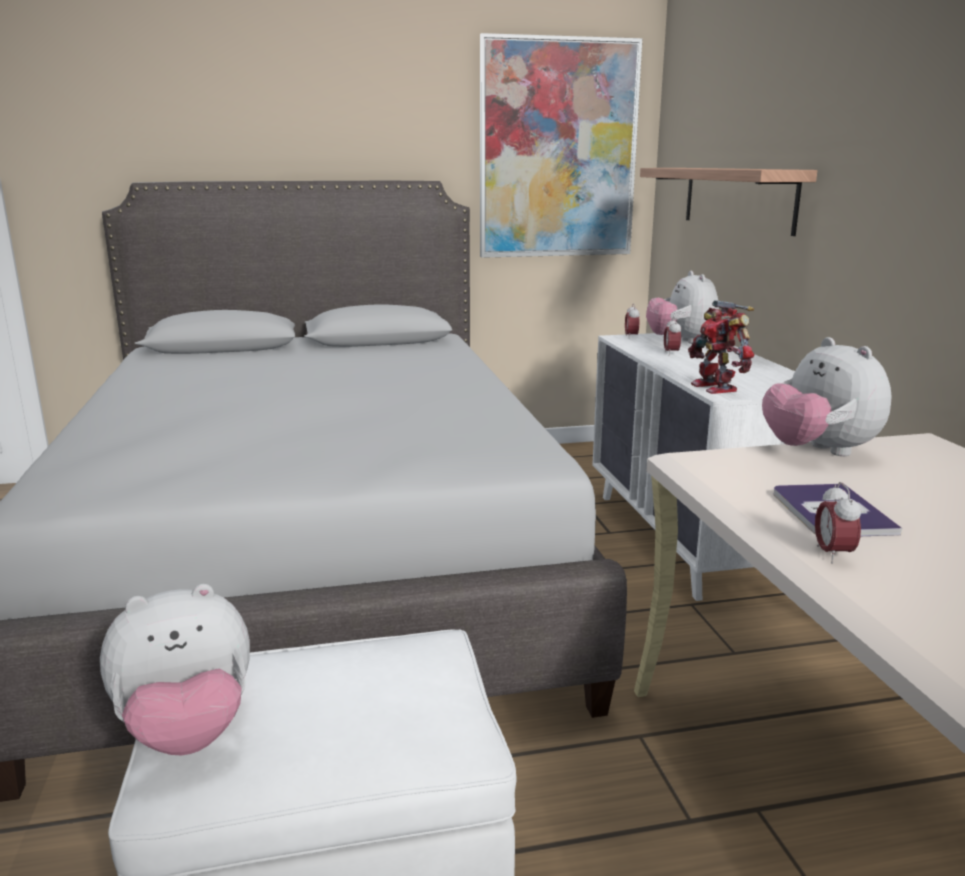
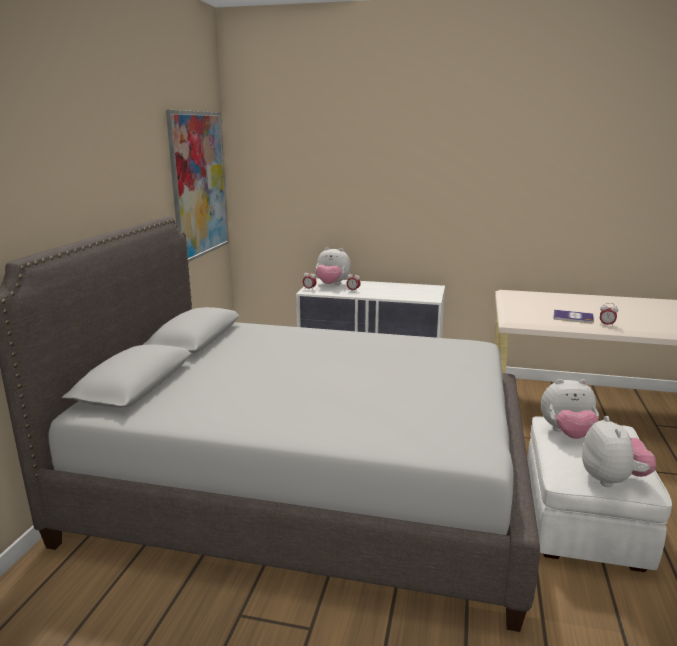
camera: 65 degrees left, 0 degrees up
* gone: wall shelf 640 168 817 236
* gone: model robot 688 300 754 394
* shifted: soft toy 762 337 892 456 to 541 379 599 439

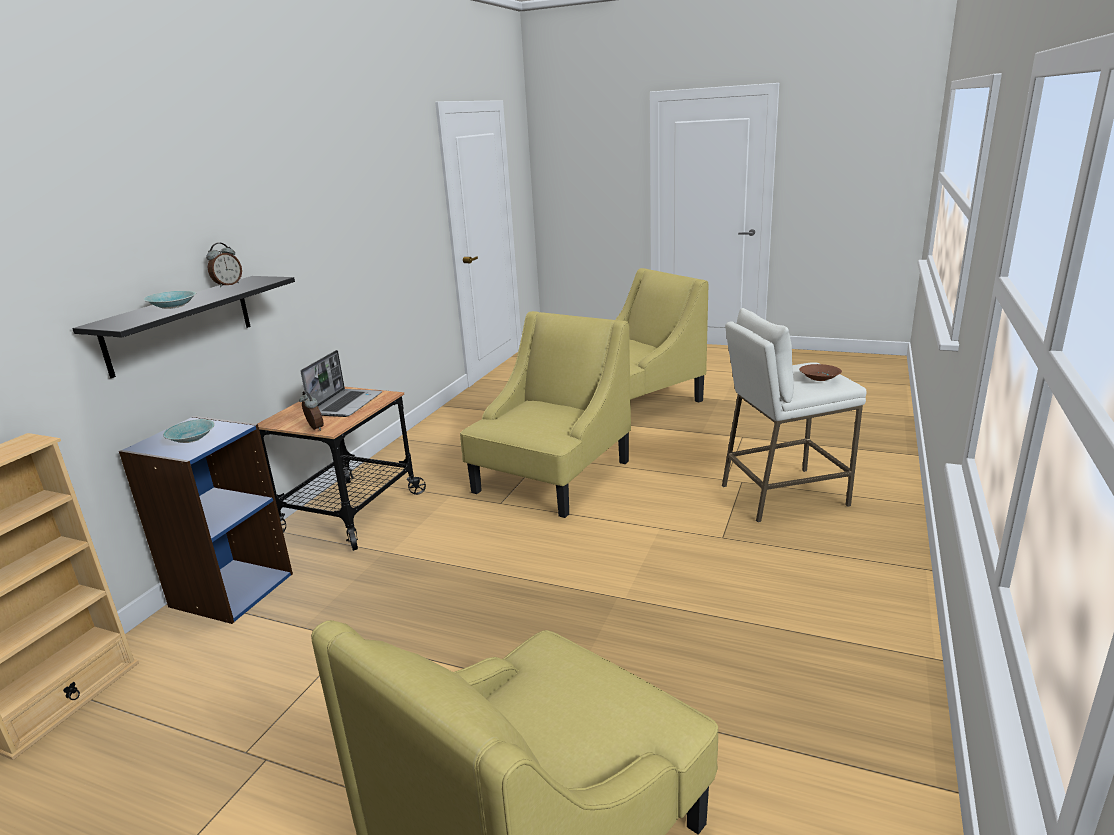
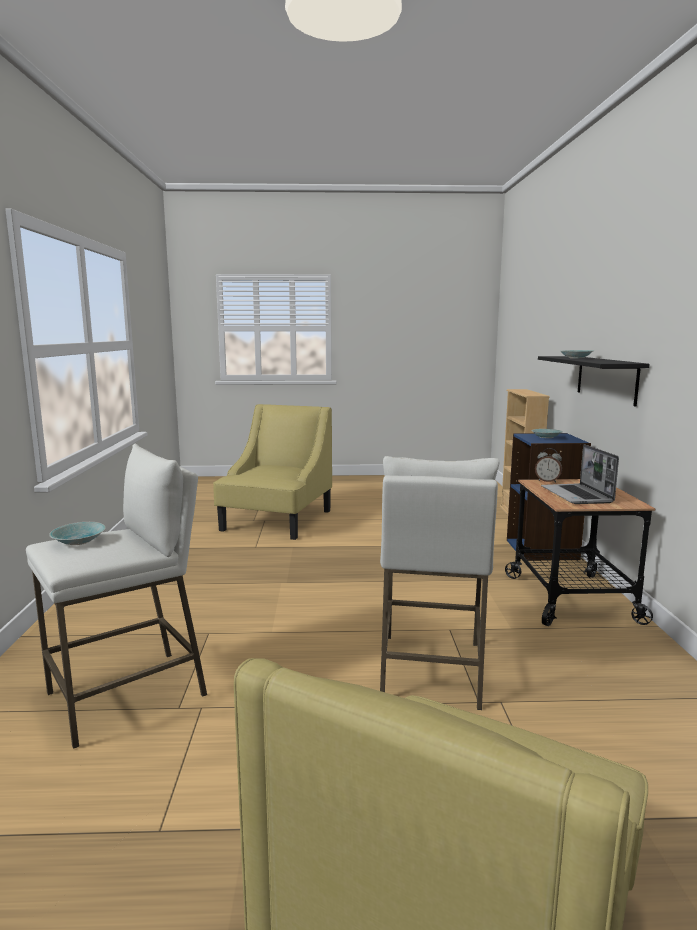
camera: 155 degrees right, 10 degrees down
* gone: alarm clock 206 243 242 287
* swapped: easy chair/yellow-coloured 460 311 631 518 to sitting stool/white 380 456 499 710
* repainted: bowl/brown 799 364 842 381 to bowl/turquoise-coloured 49 522 106 545

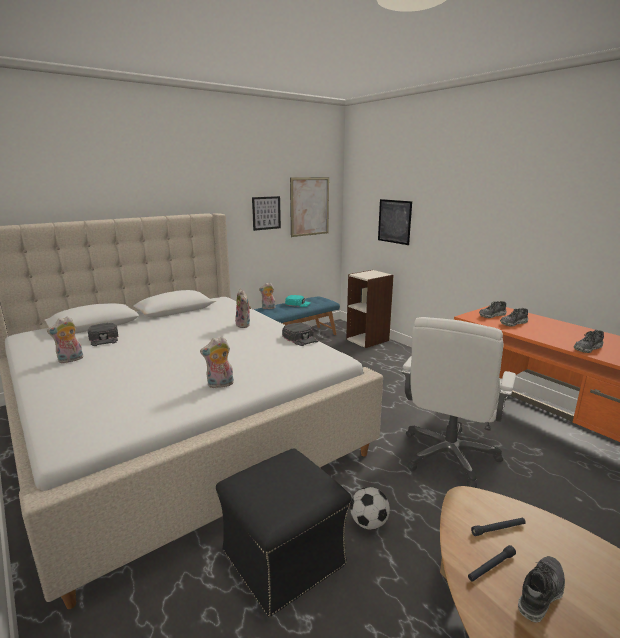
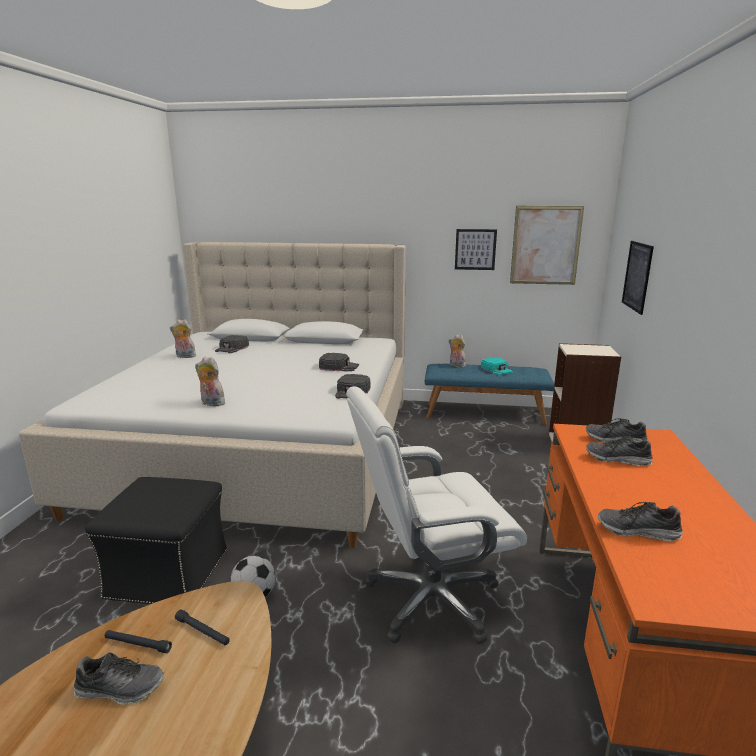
camera: 45 degrees right, 0 degrees up
* swapped: soft toy 235 289 251 328 to baseball cap/black 319 353 359 372

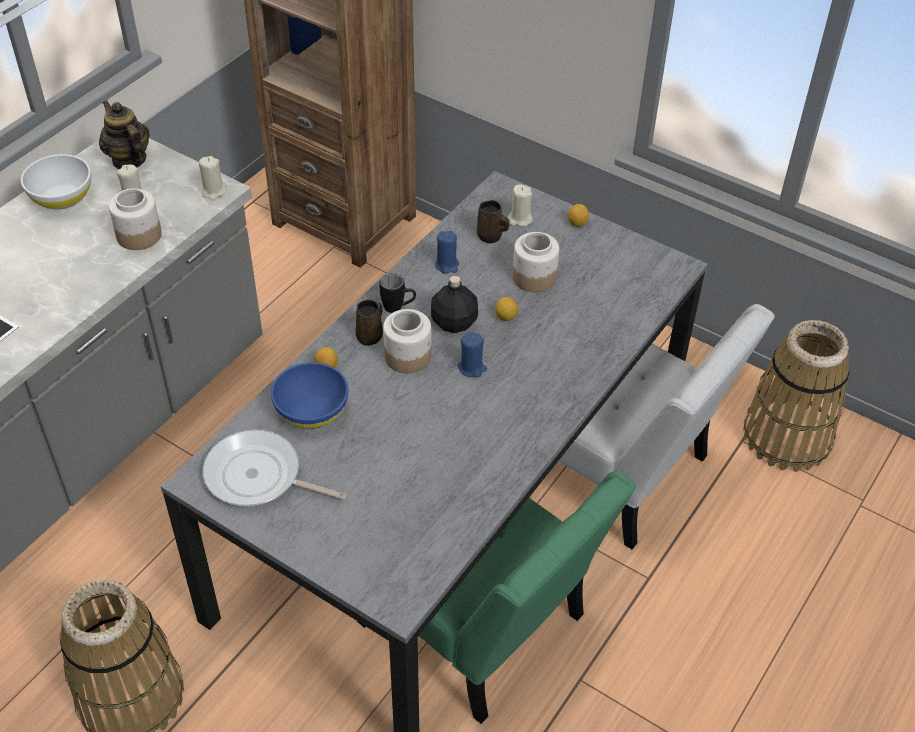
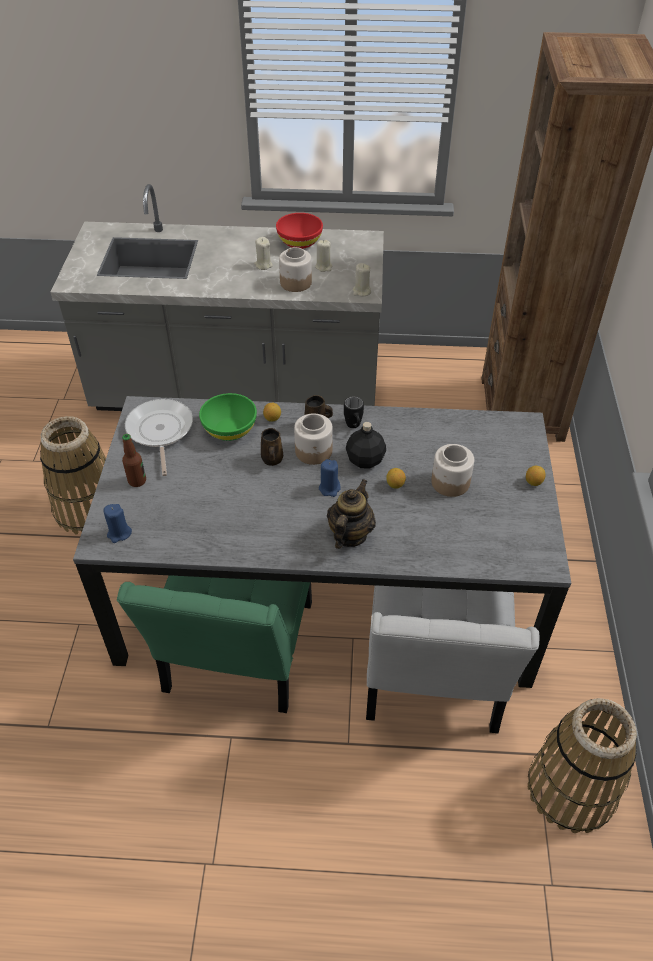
camera: 60 degrees right, 0 degrees up
* shifted: tea pot 99 101 149 169 to 327 479 376 549
* repainted: bowl/white 21 154 91 210 to bowl/red-coloured 276 213 323 249
* shifted: wax candle/beige-coloured 508 185 533 226 to 254 237 273 270
* shifted: coffee mug/brown 477 200 509 243 to 261 428 283 466
* shifted: wax candle/bluish 435 231 459 274 to 104 504 132 543
* repainted: bowl/bluish 271 362 348 429 to bowl/greenish 199 393 257 441
* new: drink bottle 122 434 146 487

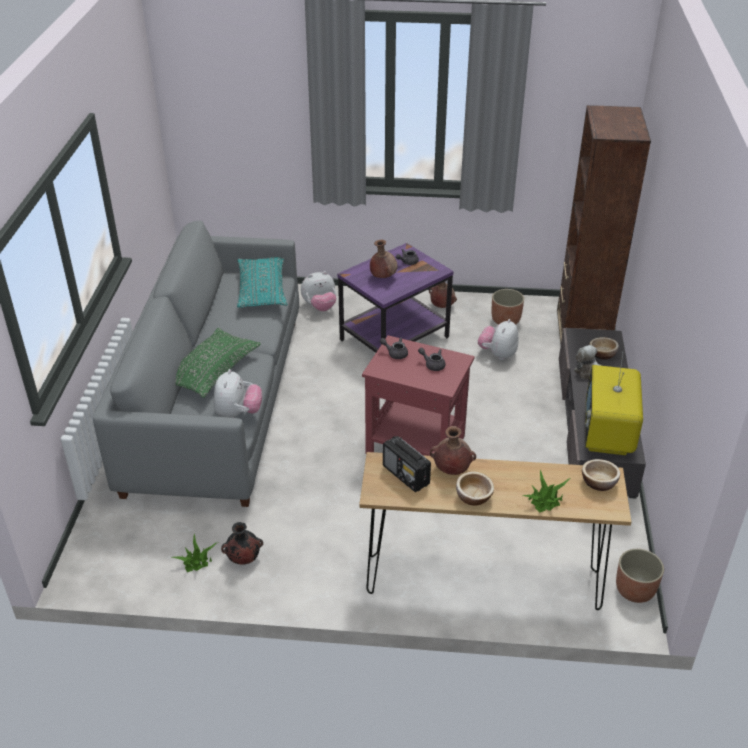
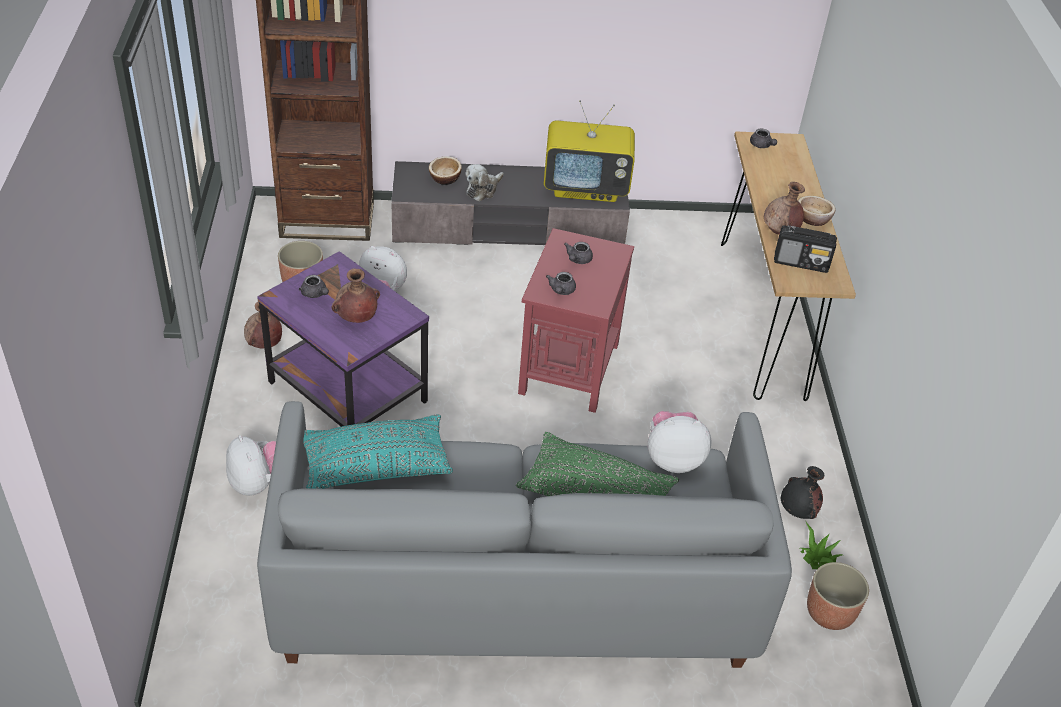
camera: 100 degrees left, 5 degrees up
* rotated: radio receiver 383 436 431 492 = 774 225 837 273 60 degrees clockwise
* swapped: bowl 582 459 621 491 to tea pot/grey 750 128 777 148
* gone: plant in a pot 523 470 571 512
* shifted: flower pot 616 549 664 603 to 807 562 869 630

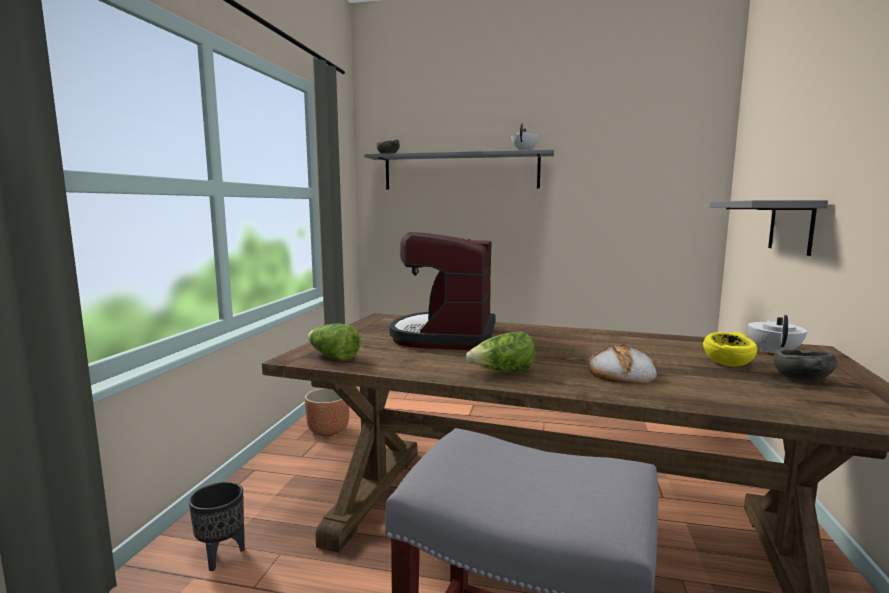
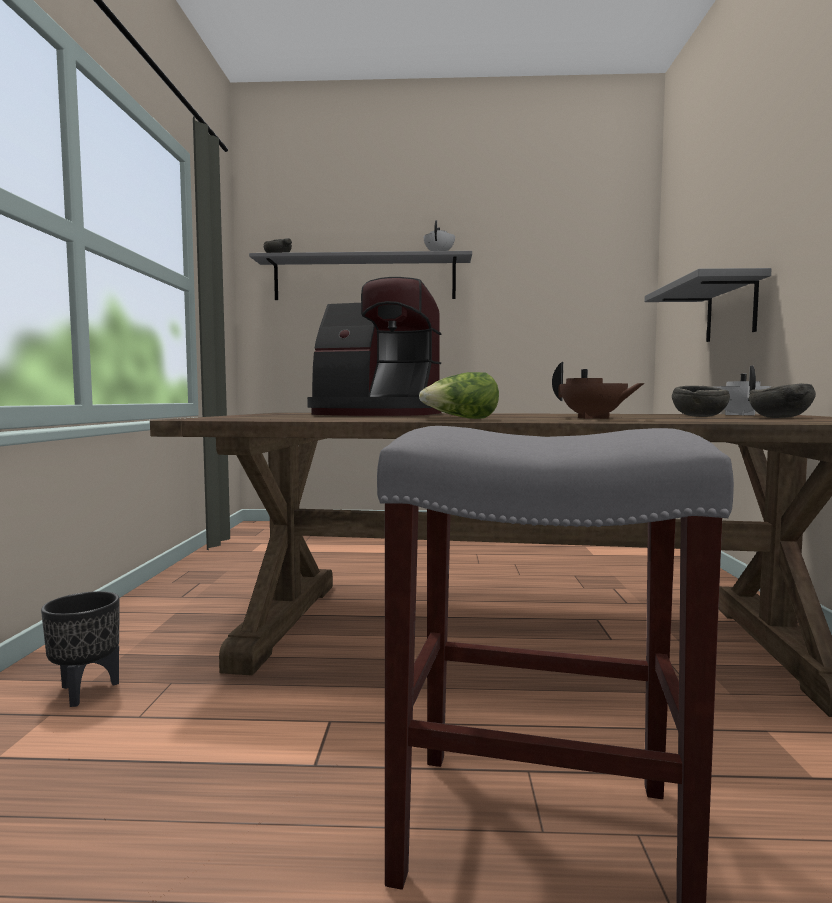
camera: 10 degrees left, 5 degrees down
* rotated: coffee maker 390 232 496 350 = 307 277 442 416 75 degrees counterclockwise
* gone: lettuce head 307 323 361 361
* repainted: bowl/yellow-coloured 703 331 757 366 to bowl/grey 672 386 730 417
* swapped: baked bread 588 344 657 383 to tea pot/brown 552 362 645 419
* gone: flower pot/brown 305 388 349 436

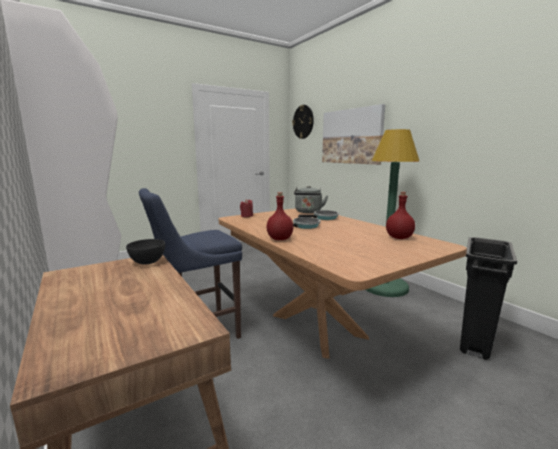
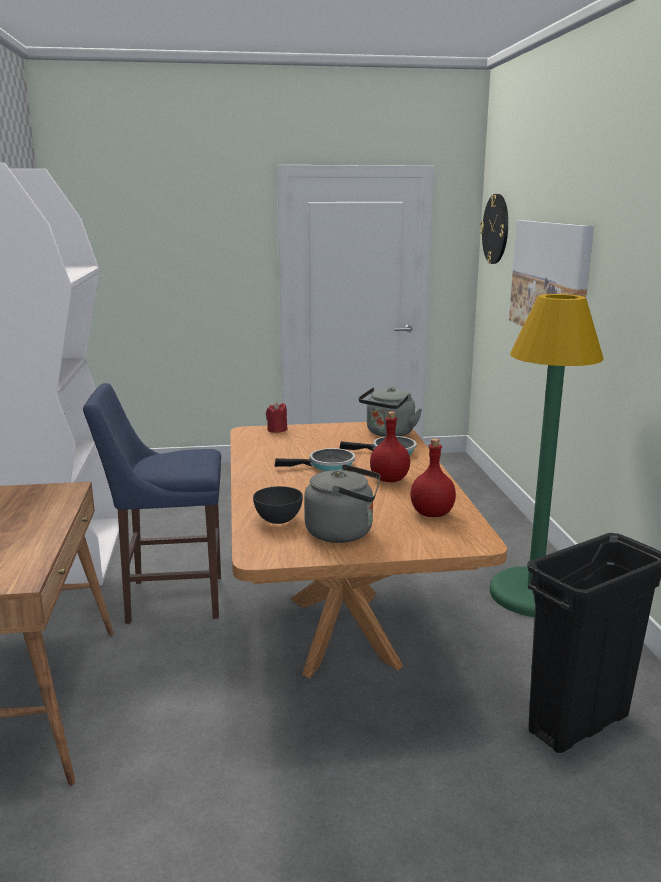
camera: 25 degrees right, 5 degrees up
* shifted: drink bottle/red-coloured 266 192 294 240 to 370 412 410 482
* shifted: bowl/grey 126 239 165 265 to 253 486 303 524
* new: water kettle/grey 304 464 380 543

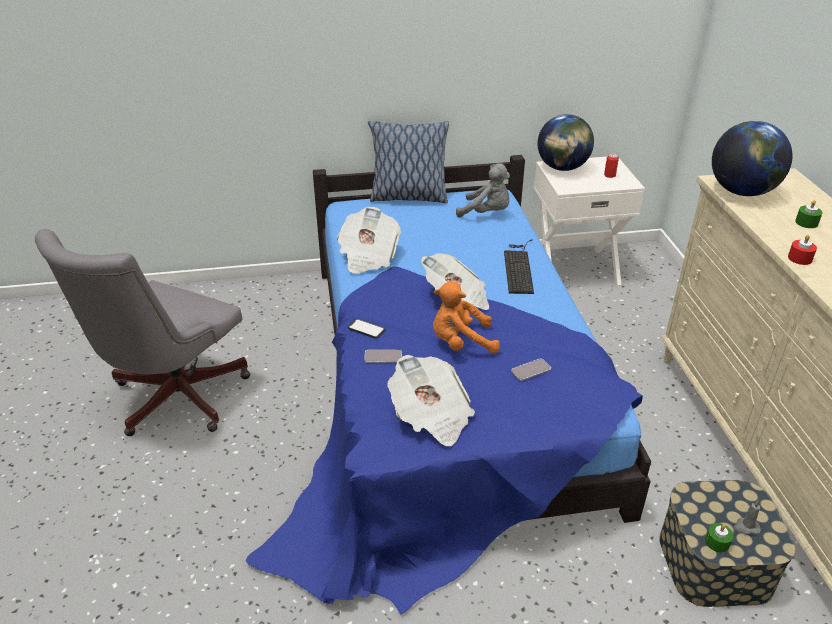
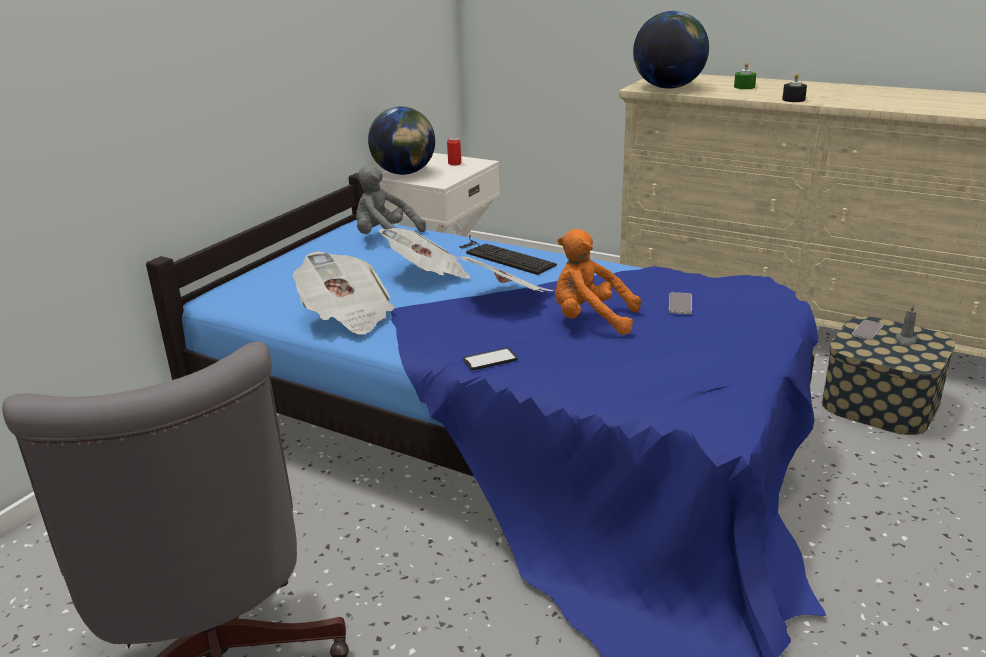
camera: 50 degrees left, 10 degrees down
* gone: throw pillow 368 121 449 204
* rotated: soft toy/grey 456 163 510 218 = 356 165 426 234 135 degrees counterclockwise
* repainted: wax candle/red-coloured 788 235 817 265 to wax candle/black 782 73 807 102
* rotated: soft toy/orangey 433 281 500 354 = 555 229 641 335 75 degrees clockwise
* shifted: telephone 364 350 402 363 to 852 320 883 340
* shifted: newspaper 387 355 475 446 to 379 228 471 279
* gone: wax candle/greenish 705 523 733 553

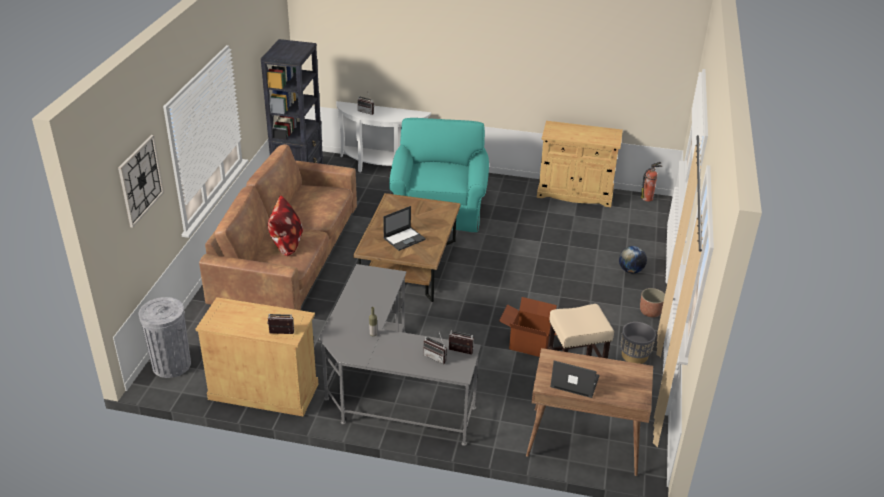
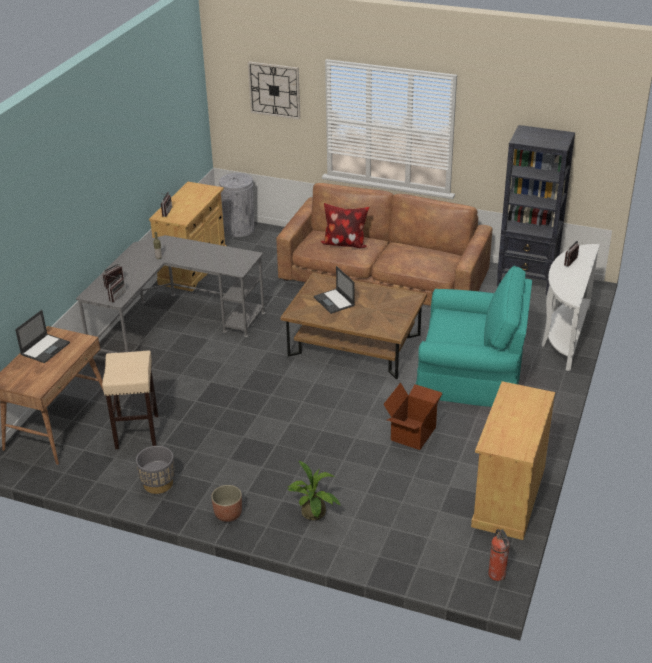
camera: 100 degrees right, 0 degrees up
* swapped: globe 619 246 647 273 to plant in a pot 288 460 341 520
* shifted: packing box 499 297 557 357 to 383 382 442 450

